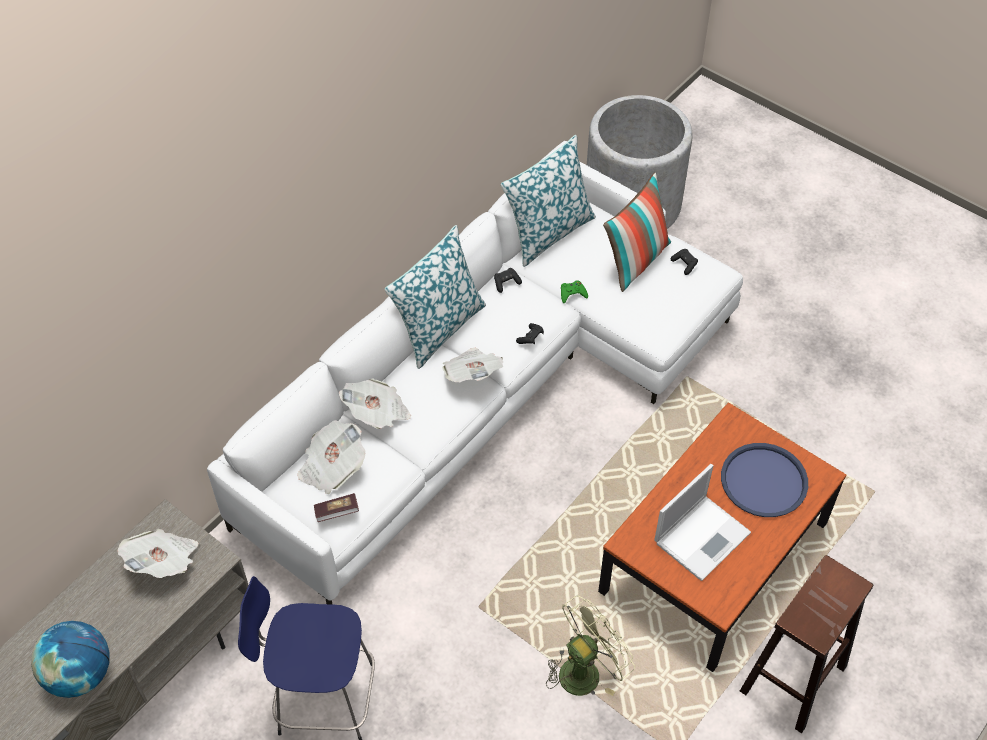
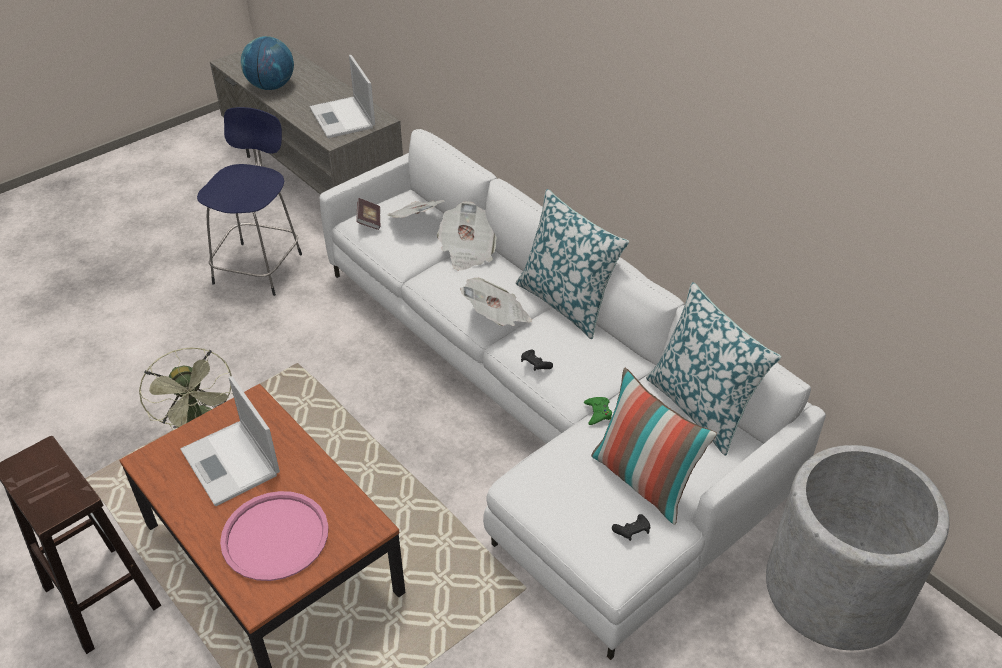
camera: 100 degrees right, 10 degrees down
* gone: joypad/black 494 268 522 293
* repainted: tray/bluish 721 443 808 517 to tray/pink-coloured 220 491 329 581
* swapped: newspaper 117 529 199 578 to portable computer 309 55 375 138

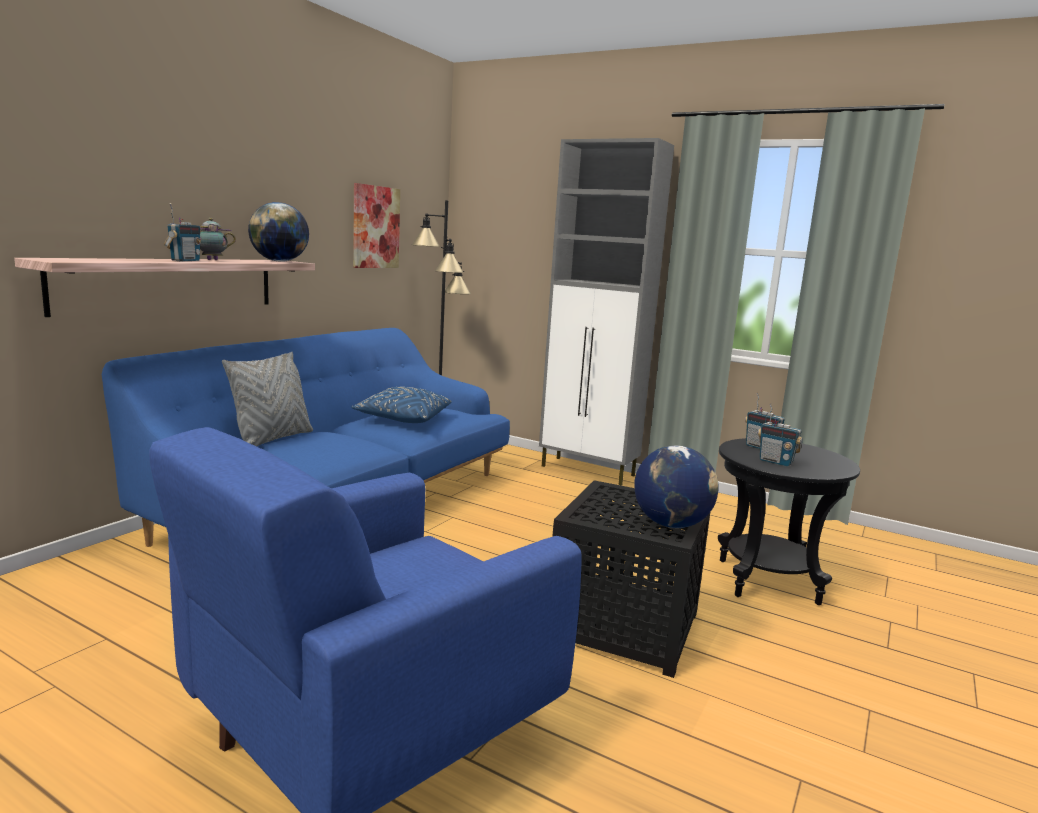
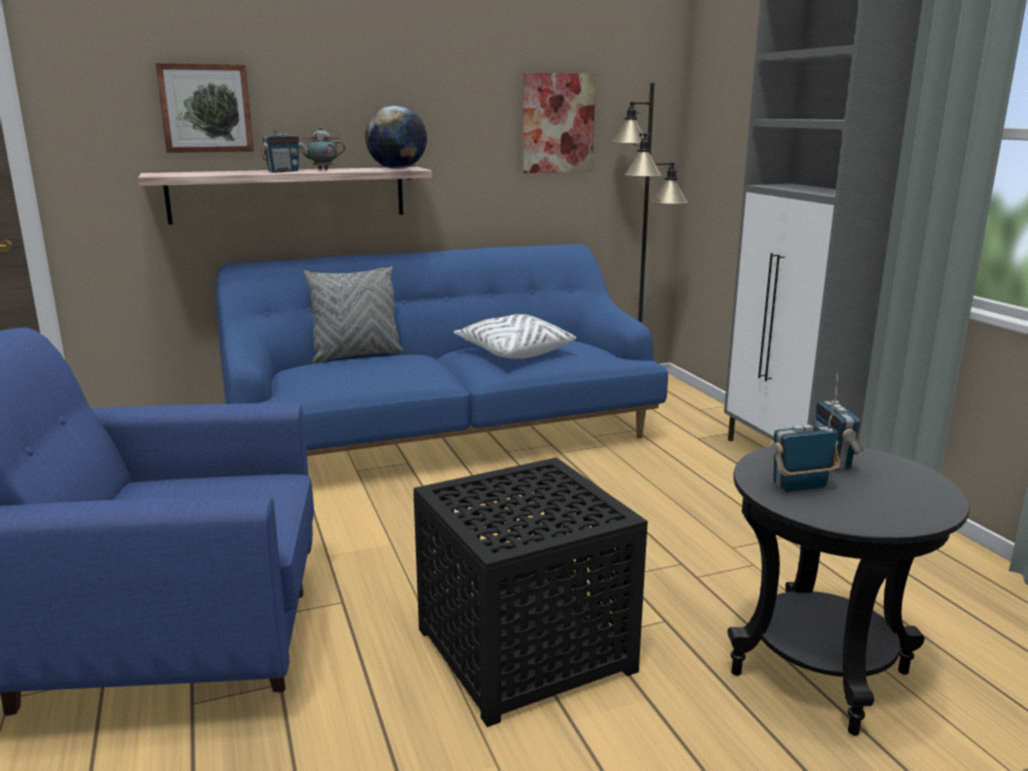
camera: 40 degrees right, 5 degrees up
* repainted: throw pillow/bluish 351 387 452 423 to throw pillow/white 454 314 576 359
* rotated: radio receiver 757 404 803 466 = 771 399 840 492 90 degrees clockwise
* gone: globe 634 446 719 528
* new: wall picture 155 63 254 153

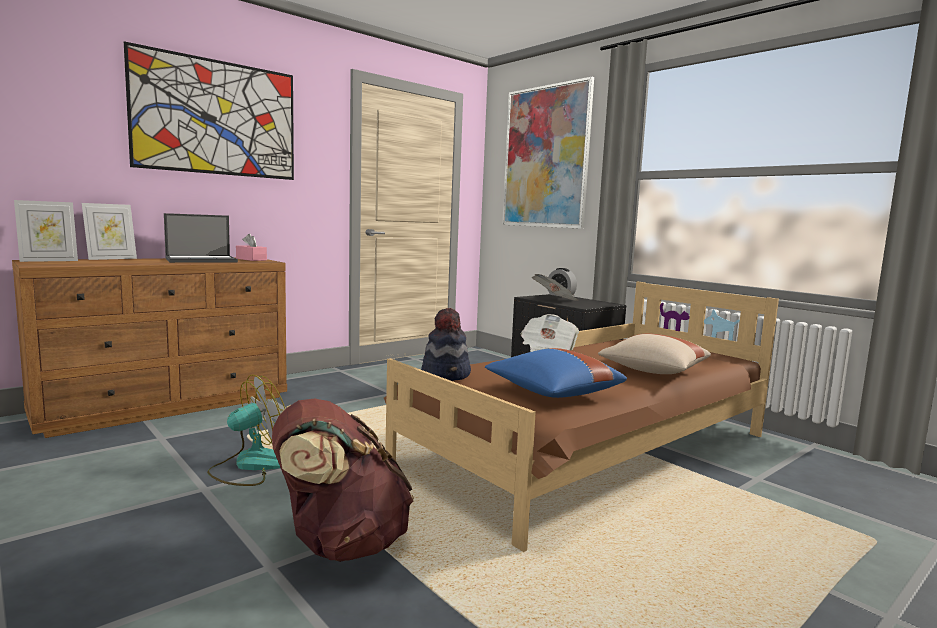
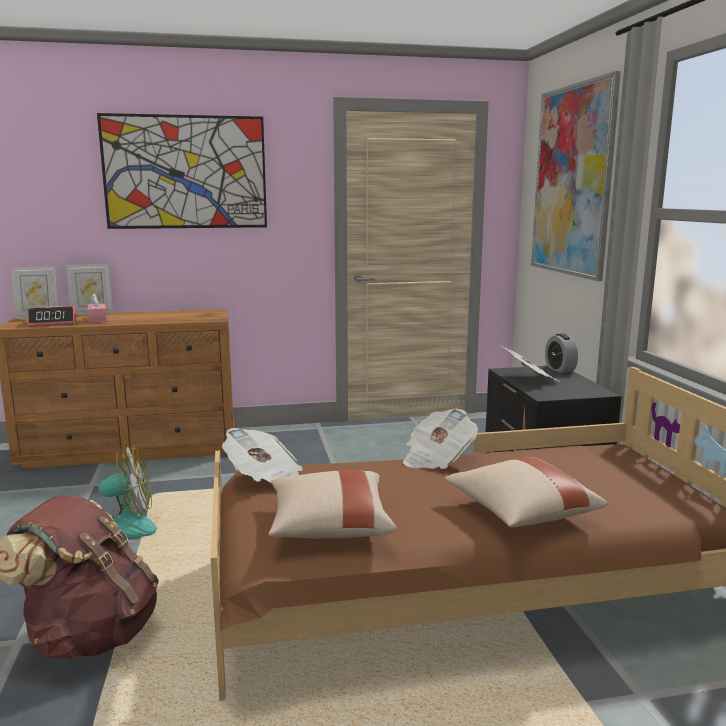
camera: 30 degrees right, 5 degrees up
* gone: portable computer 164 213 238 263
* shifted: box of tissues/pink-coloured 236 234 267 261 to 87 293 107 323
* swapped: wearable hat 421 308 471 381 to newspaper 222 428 303 483
* repainted: throw pillow/bluish 485 348 627 398 to throw pillow/beige-coloured 269 470 397 538
* new: alarm clock 28 306 77 327

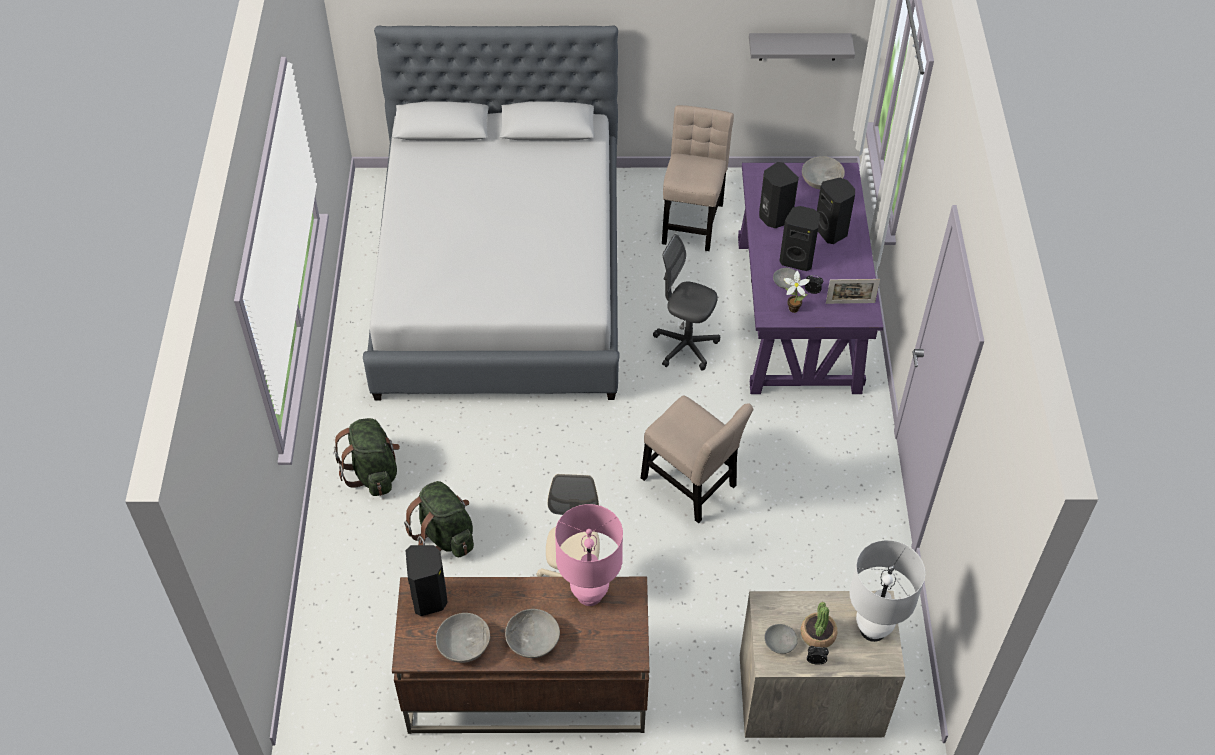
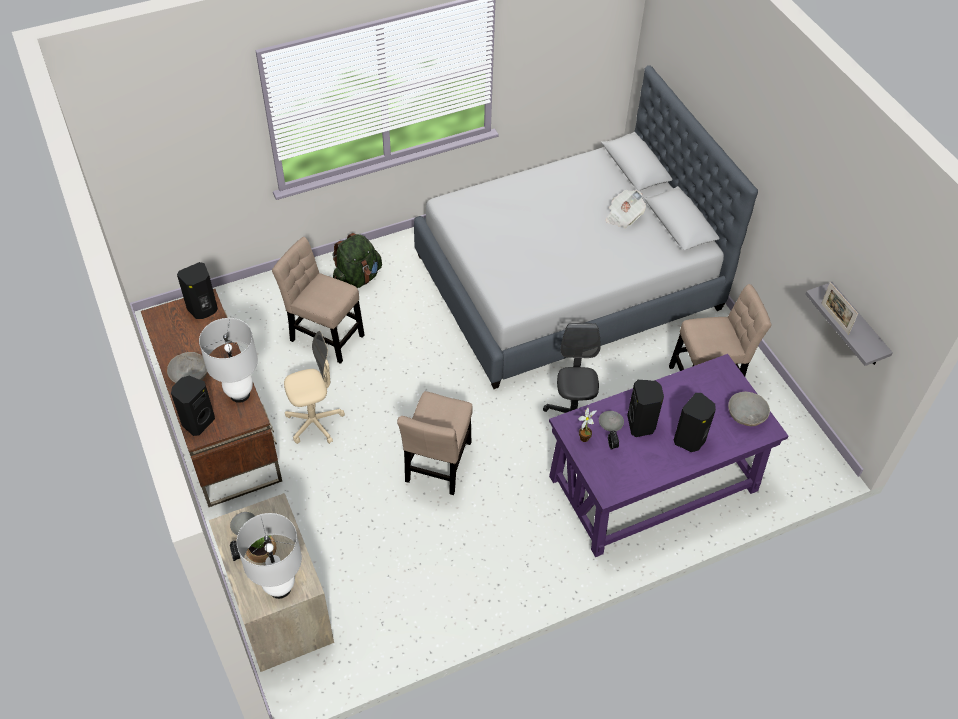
camera: 65 degrees right, 0 degrees up
* shifted: speaker/black 759 162 799 228 to 171 376 215 436
* shifted: standing frame 826 279 880 304 to 821 282 858 335
* swapped: knapsack/greenish 404 481 474 558 to plain chair/beige-coloured 272 237 364 364
* repainted: lamp for a table/pink-coloured 555 504 623 606 to lamp for a table/white 199 318 258 403
* gone: bowl/grey 436 613 490 663
* new: newspaper 606 190 646 228

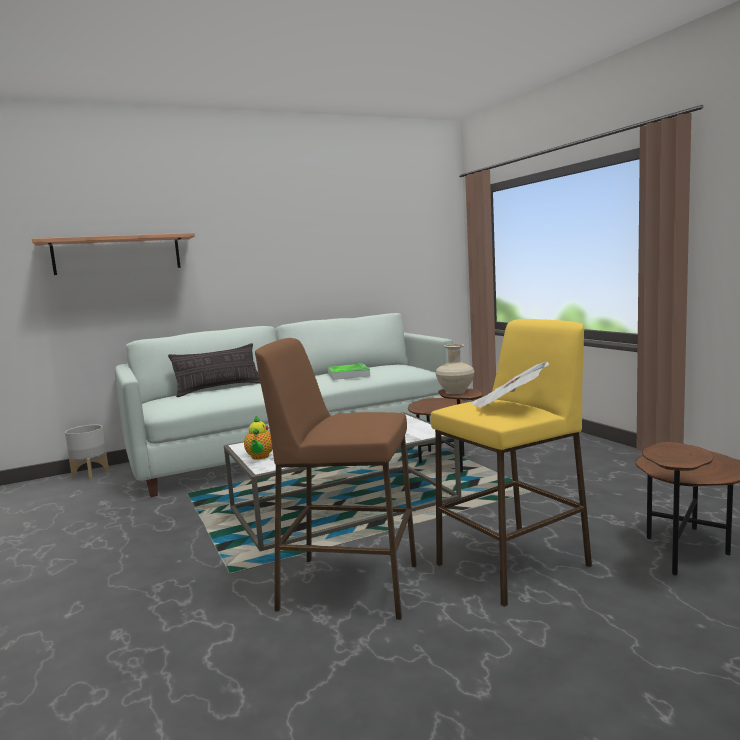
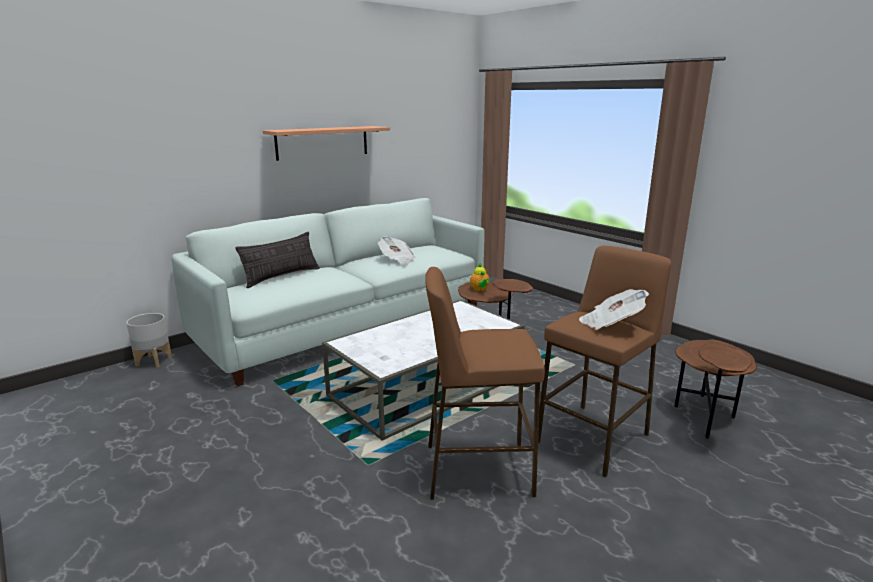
camera: 15 degrees left, 10 degrees up
* shifted: wall shelf 32 233 195 275 to 263 126 390 161
* repainted: sitting stool/yellow-coloured 431 319 592 607 to sitting stool/brown 538 246 671 477
* gone: decorative vase/beige-coloured 435 344 474 394
* swapped: tray 328 363 370 380 to newspaper 378 236 416 265
* shifted: tea pot 244 416 273 460 to 470 263 490 291

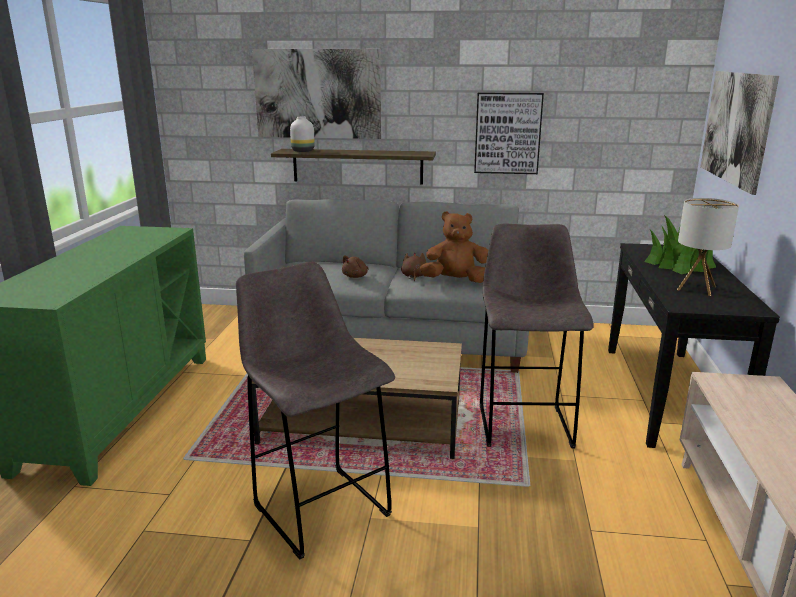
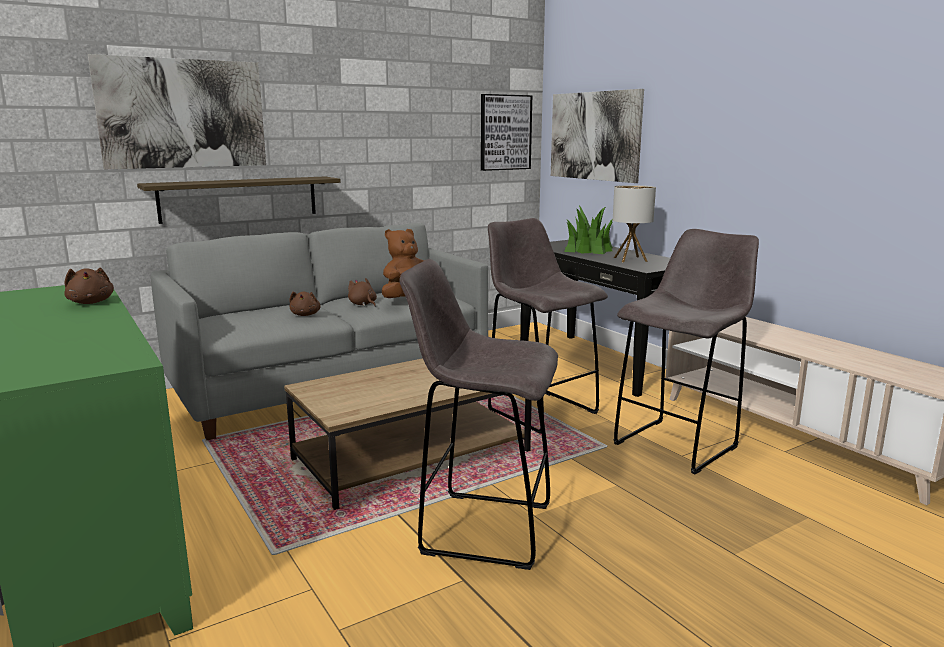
camera: 40 degrees left, 5 degrees down
* shifted: wall picture 474 93 544 174 to 481 94 532 171
* gone: decorative vase/white 290 117 315 152
* new: sitting stool/grey 614 229 759 475
* new: soft toy/brown 64 267 114 304

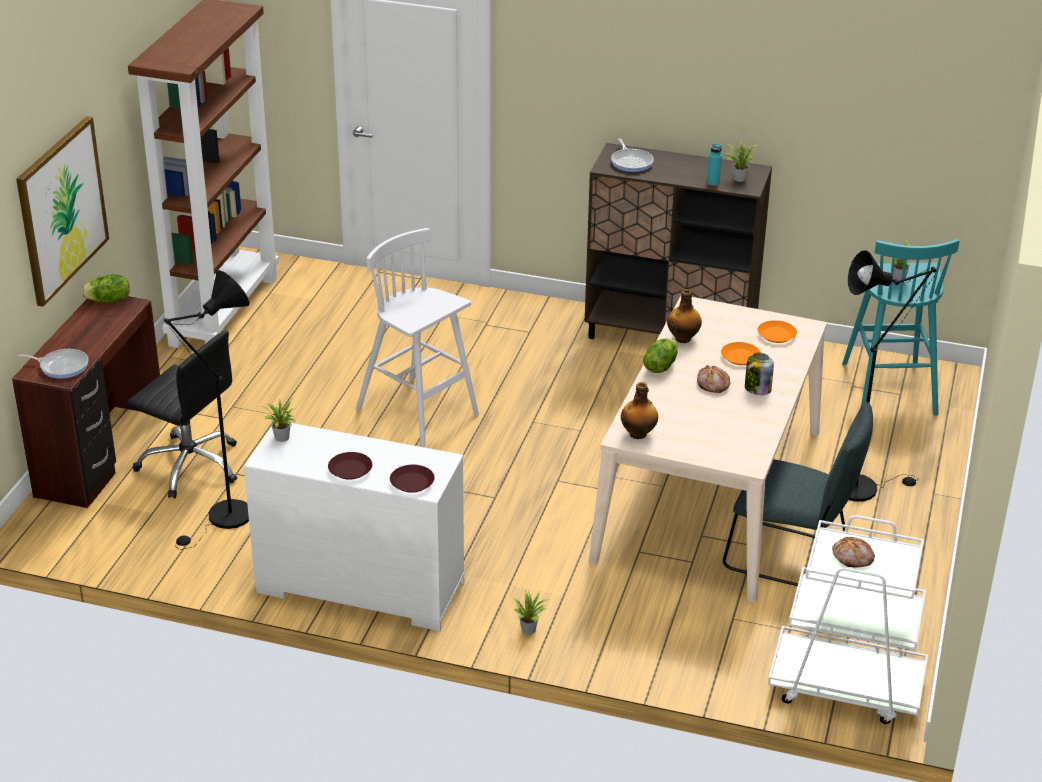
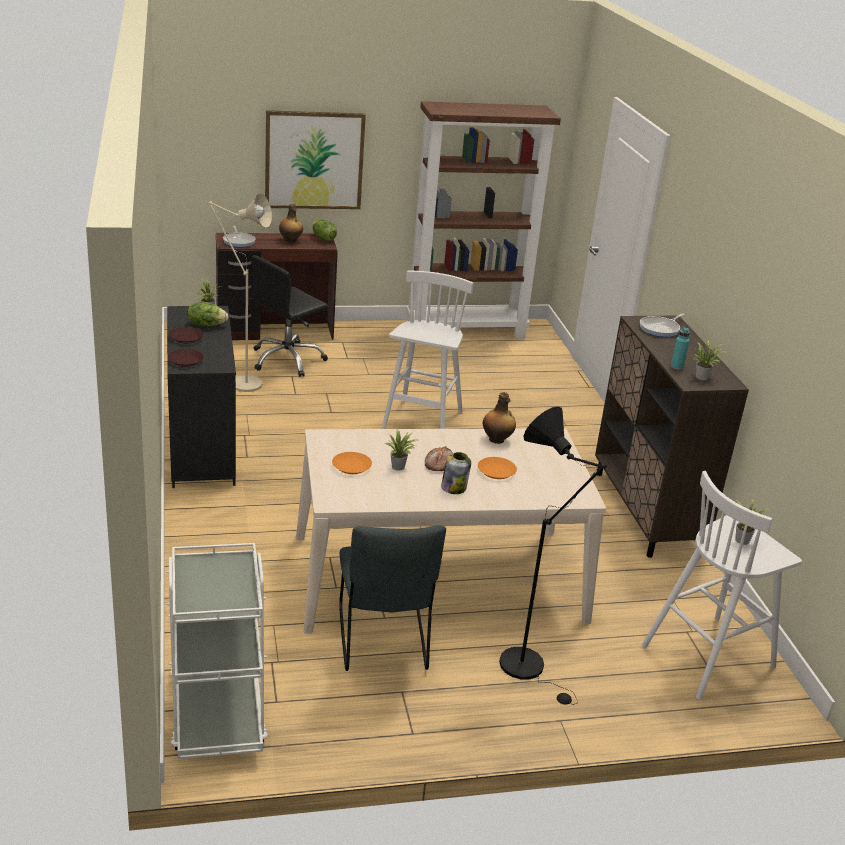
camera: 60 degrees right, 5 degrees down
* repainted: sitting stool/turquoise-coloured 842 239 960 416 to sitting stool/white 641 471 802 700
* repainted: floor lamp/black 164 270 250 550 to floor lamp/beige-coloured 208 193 272 392
* shifted: dinner plate/orangey 758 320 797 343 to 332 452 372 474
* rotated: desk chair/black 127 330 237 498 = 252 255 328 377 45 degrees clockwise
* shifted: lettuce head 643 338 677 373 to 187 302 228 326
* shifted: drink bottle 621 382 658 439 to 279 204 303 243
* repainted: chest of drawers/white 244 423 465 631 to chest of drawers/black 167 306 236 488
* gone: baked bread 832 537 875 568
* shifted: plant in a pot 512 589 550 635 to 385 429 419 471

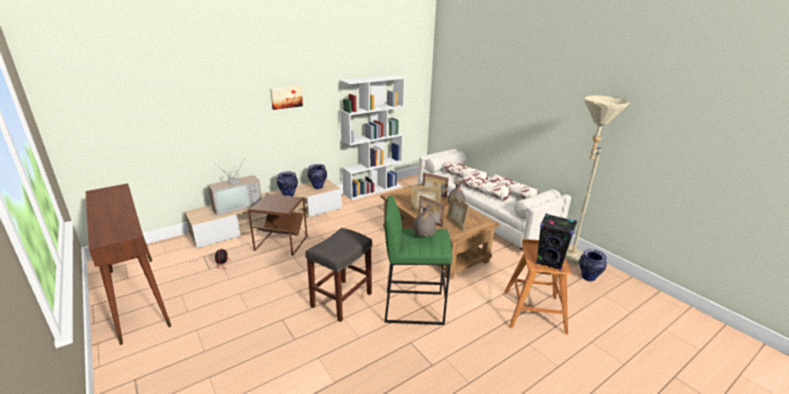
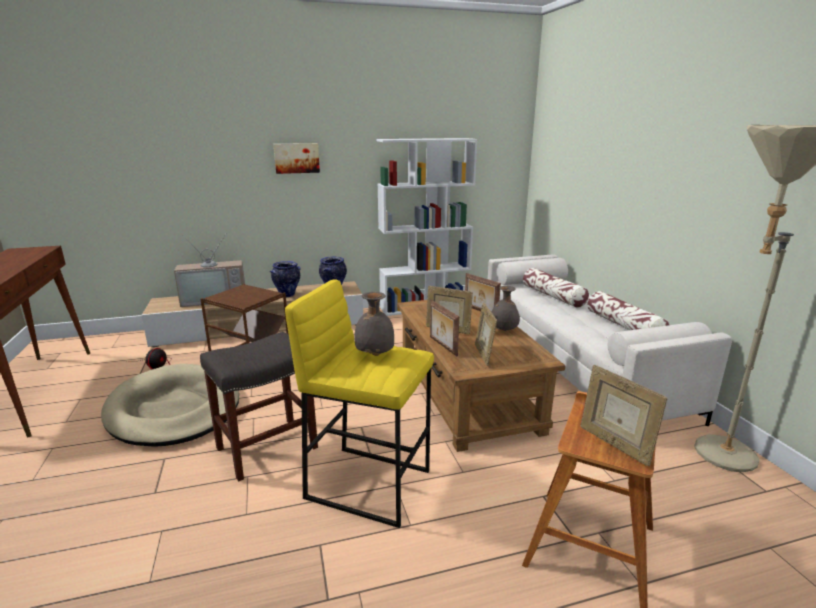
camera: 20 degrees right, 5 degrees down
* gone: throw pillow 462 174 510 201
* repainted: sitting stool/greenish 384 196 452 325 to sitting stool/yellow-coloured 285 279 434 528
* swapped: speaker/black 536 214 577 271 to standing frame 580 365 667 466
* gone: decorative vase 579 249 607 282
* new: dog cushion/beige-coloured 101 364 239 447

